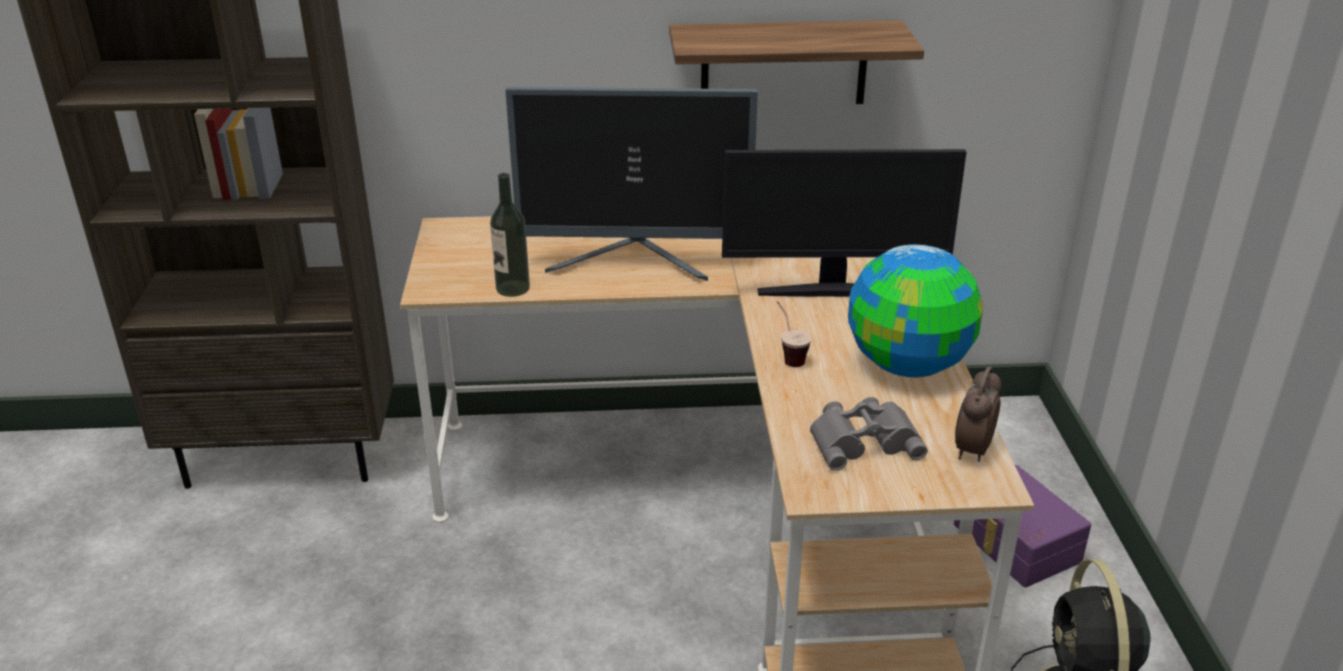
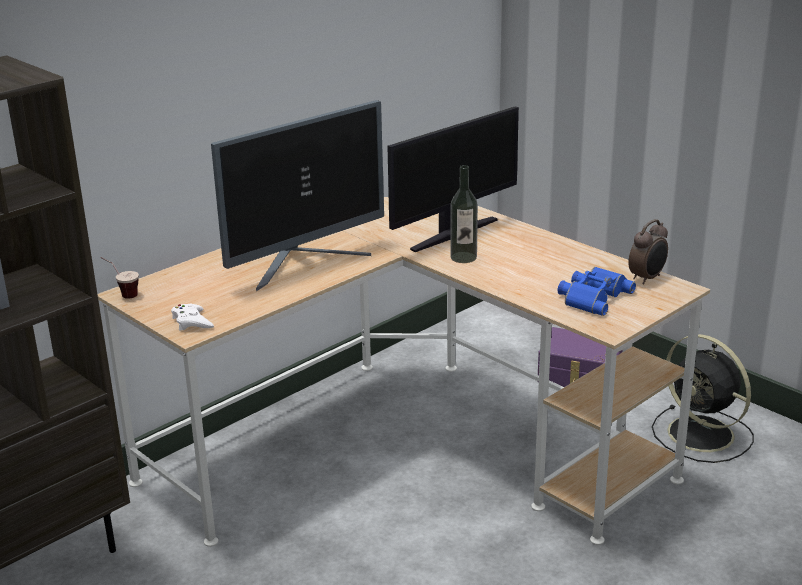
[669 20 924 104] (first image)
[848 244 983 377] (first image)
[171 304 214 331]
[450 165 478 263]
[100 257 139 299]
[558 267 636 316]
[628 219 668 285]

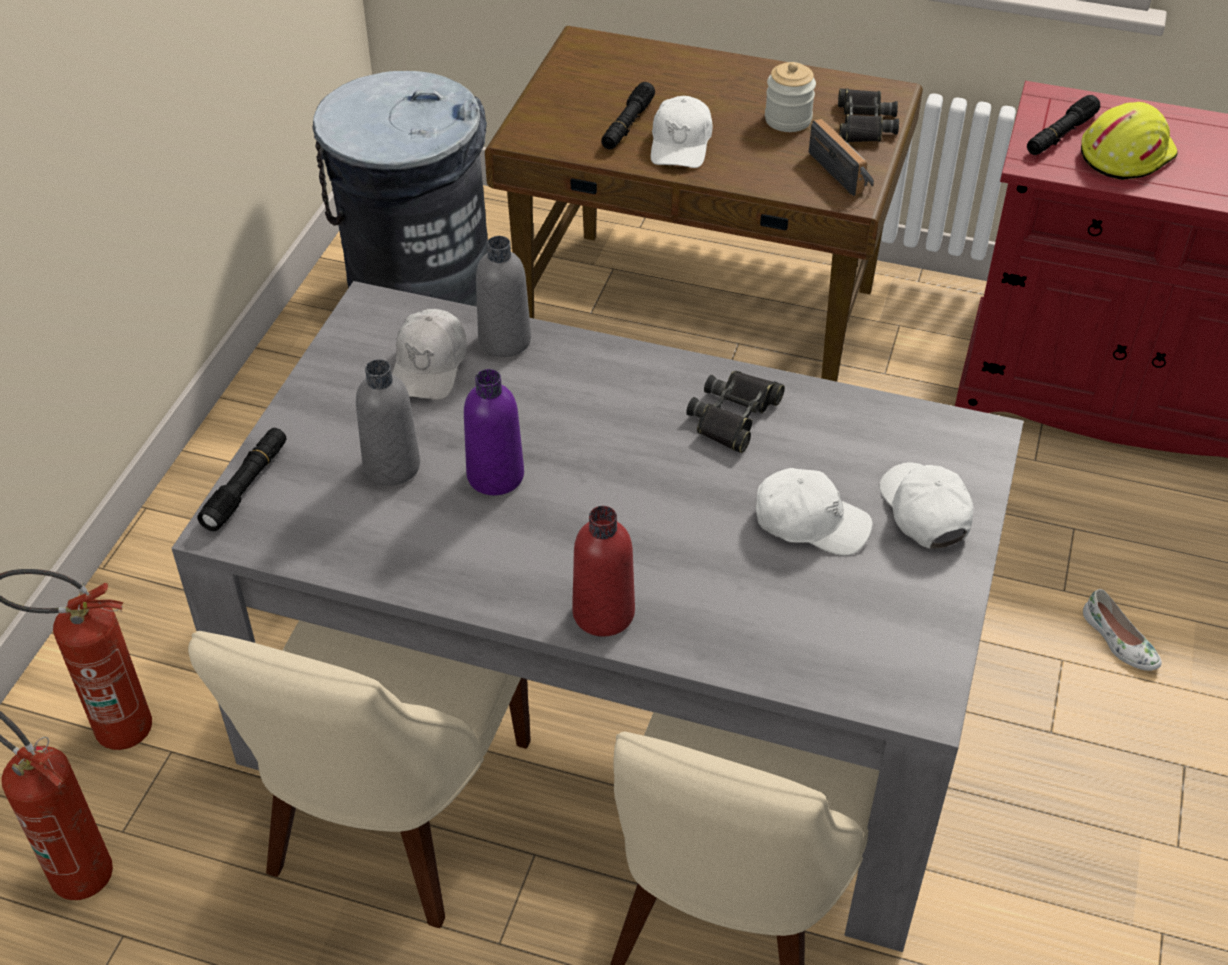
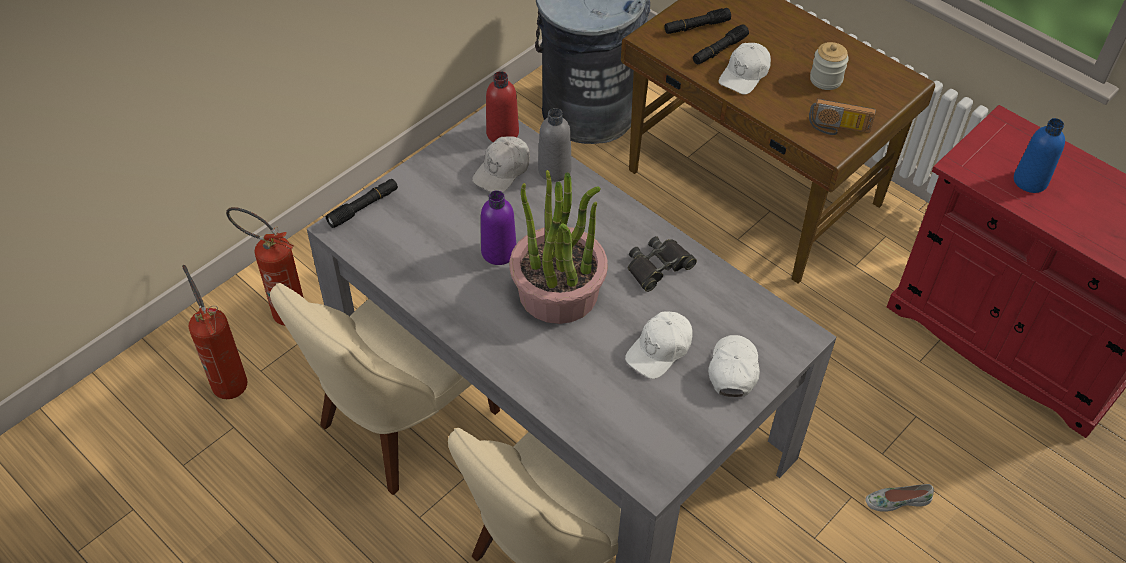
[356 359 420 485] (first image)
[838 88 899 143] (first image)
[509 170 608 324]
[486 71 519 142]
[664 8 731 34]
[1014 118 1065 193]
[625 311 693 379]
[809 99 876 135]
[865 484 934 512]

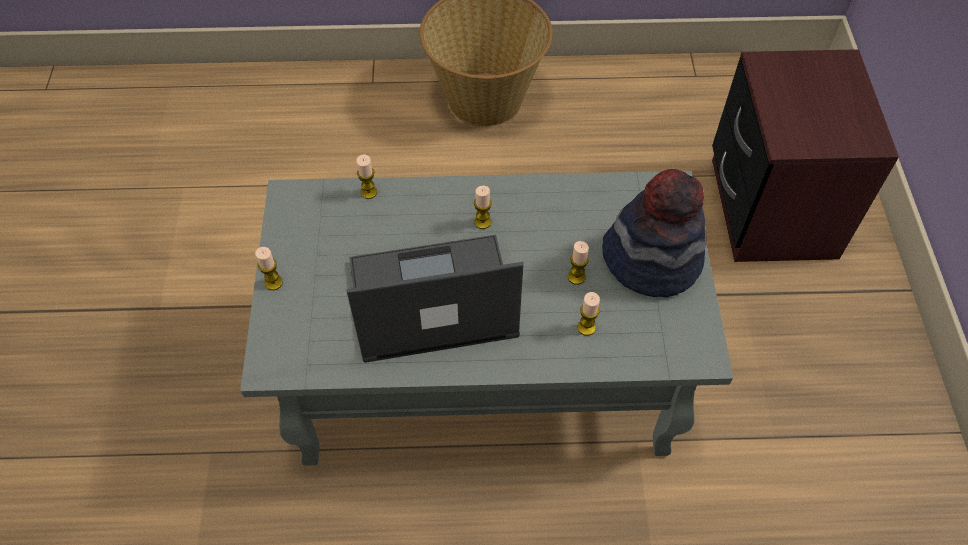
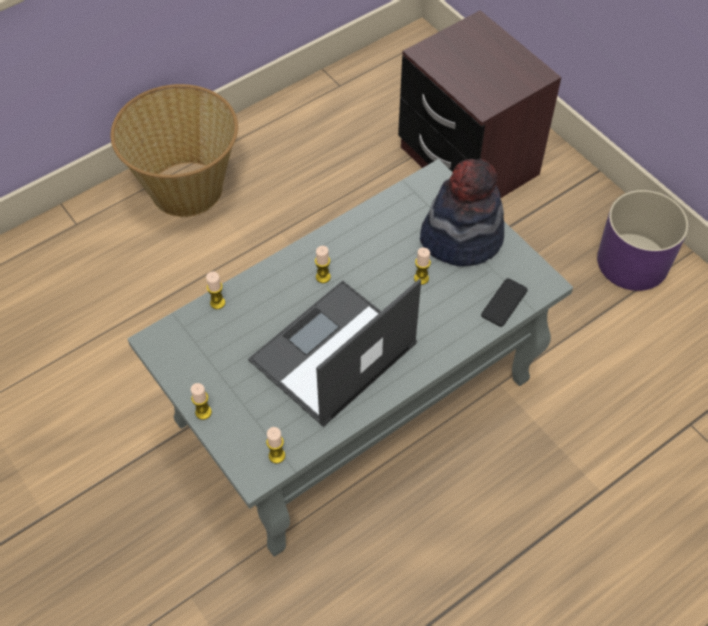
[481 278 528 327]
[597 190 688 291]
[266 427 285 464]

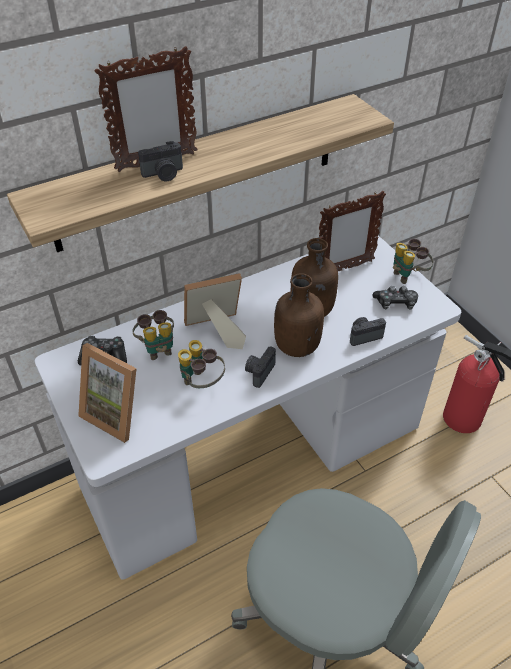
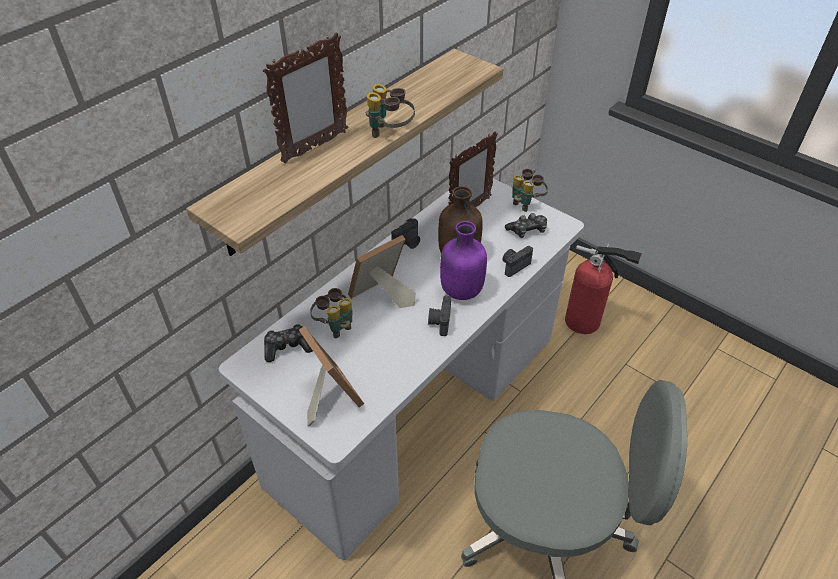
[391 218 420 249]
[366 84 415 138]
[440 221 487 300]
[299 326 364 426]

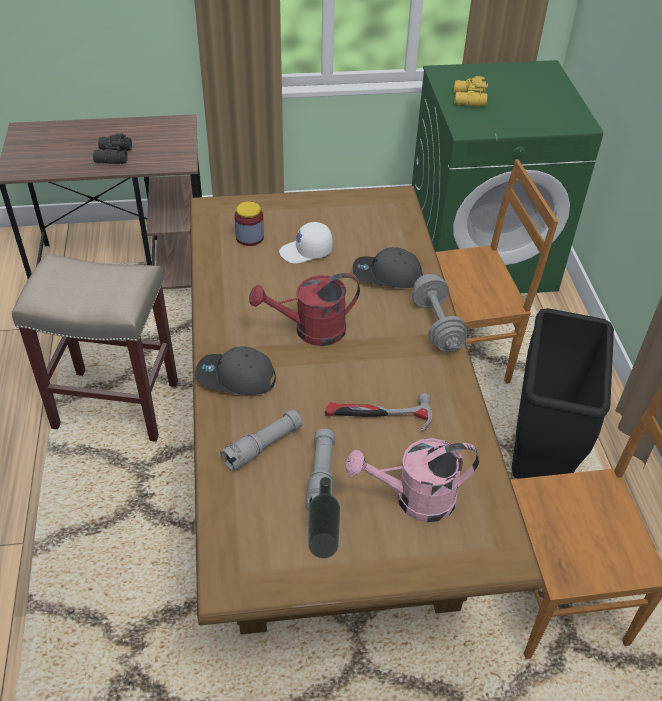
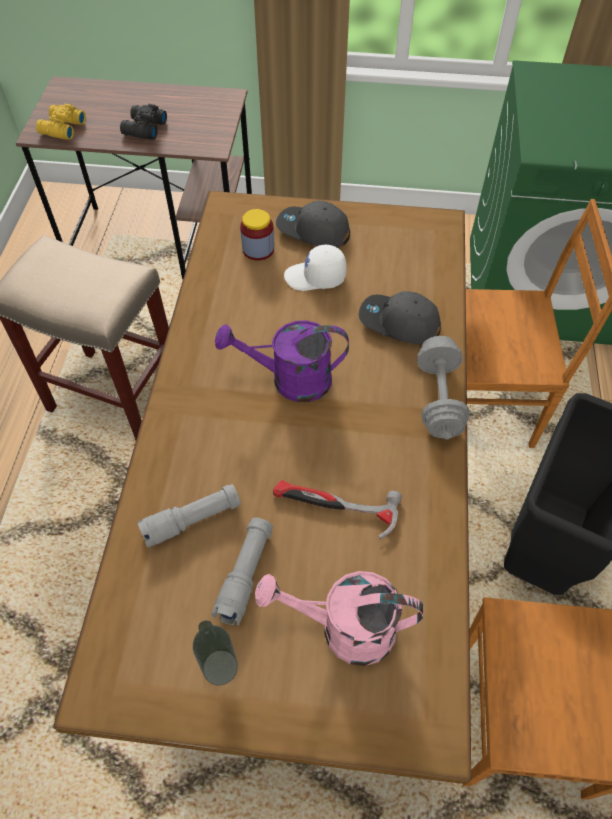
[276 201 350 248]
[36 104 86 140]
[215 320 349 402]

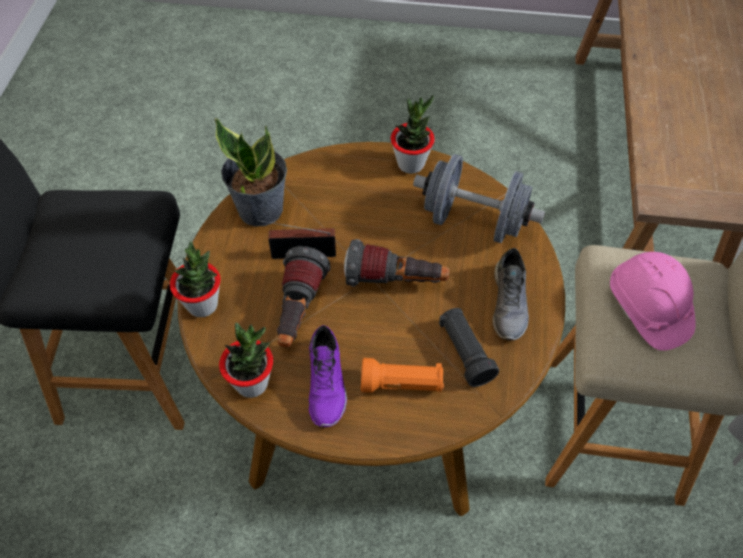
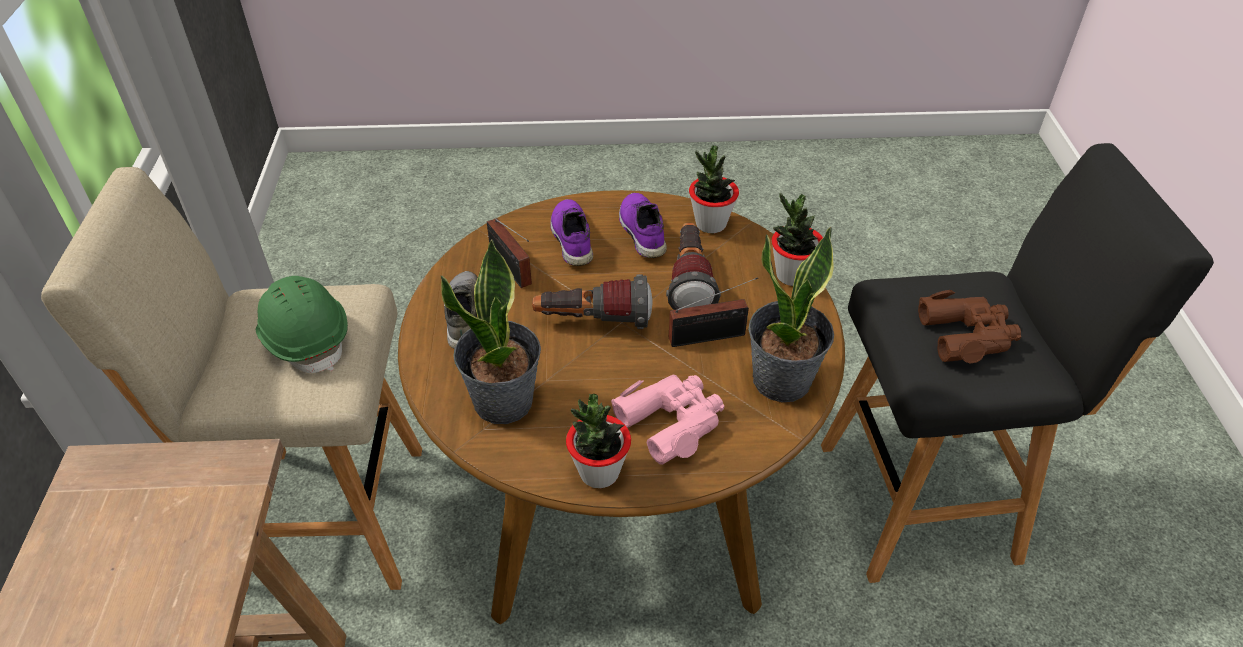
[611 375 724 465]
[918 290 1021 363]
[550 199 593 266]
[441 239 541 424]
[487 218 532 288]
[256 276 348 373]

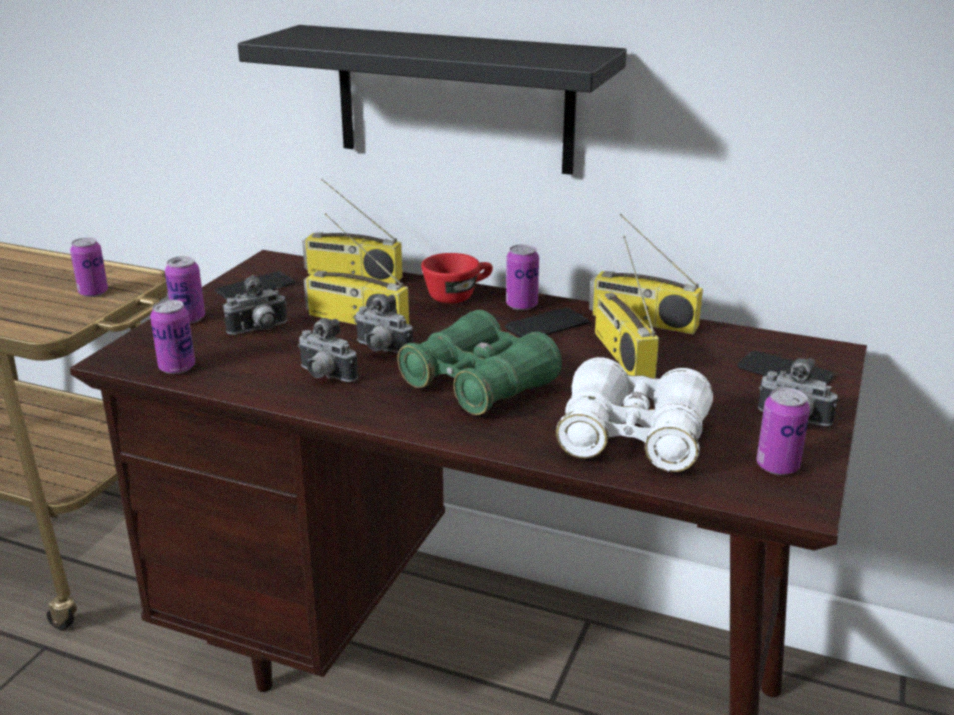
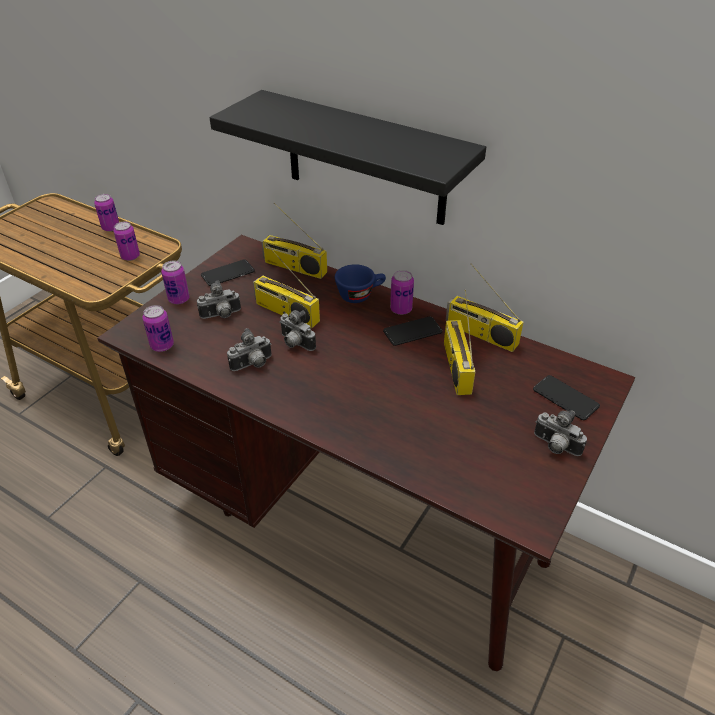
[397 310 562 415] (first image)
[556 357 713 472] (first image)
[94 194 119 232]
[335 264 386 303]
[227 328 272 371]

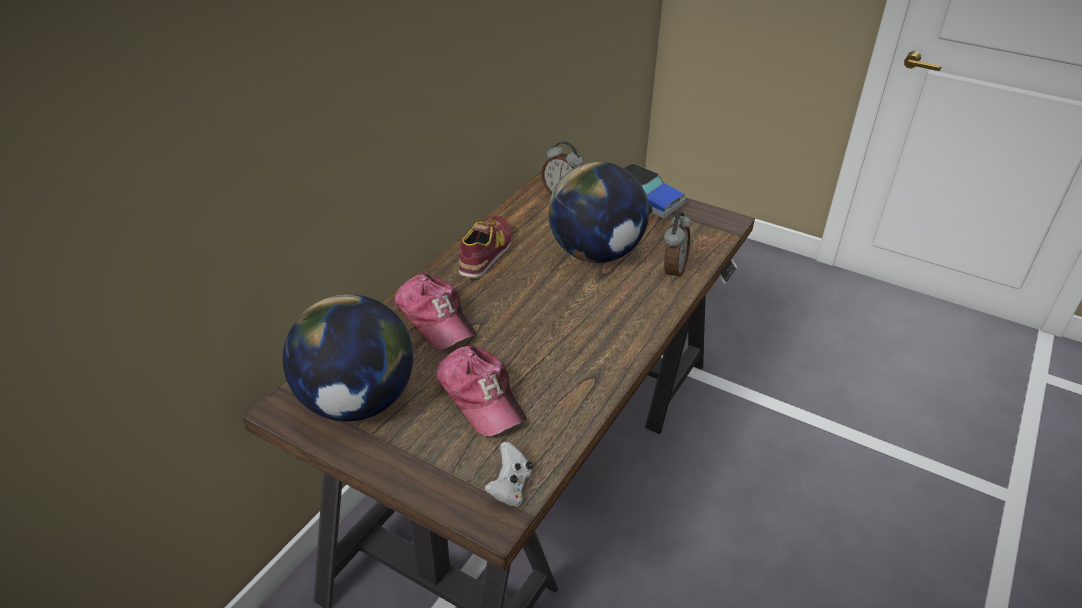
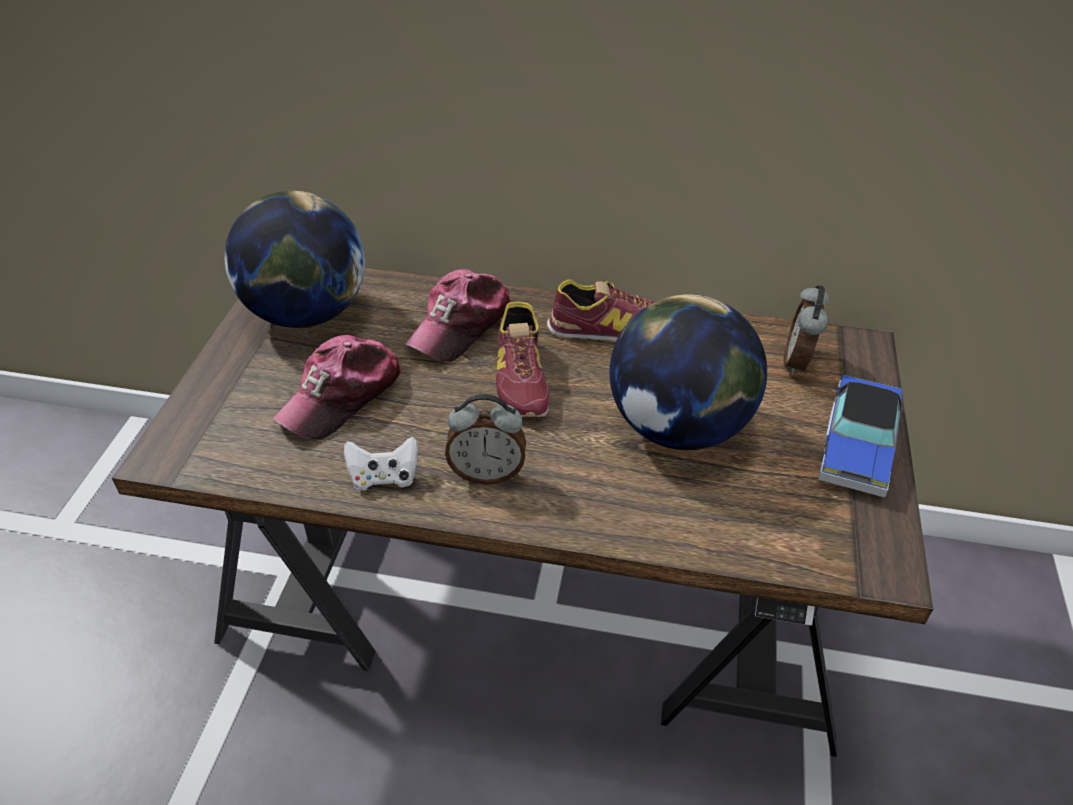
[496 302 549 417]
[344 437 418 490]
[445 394 526 485]

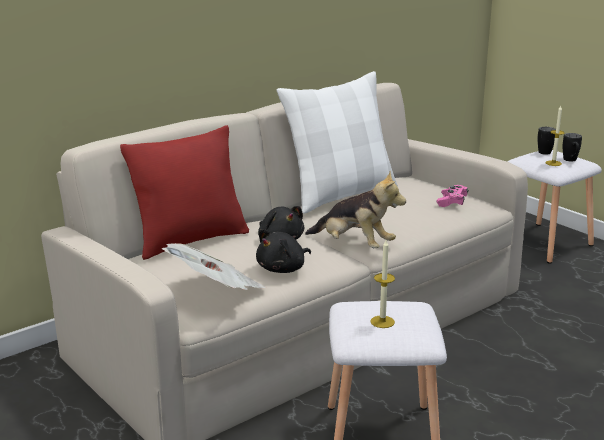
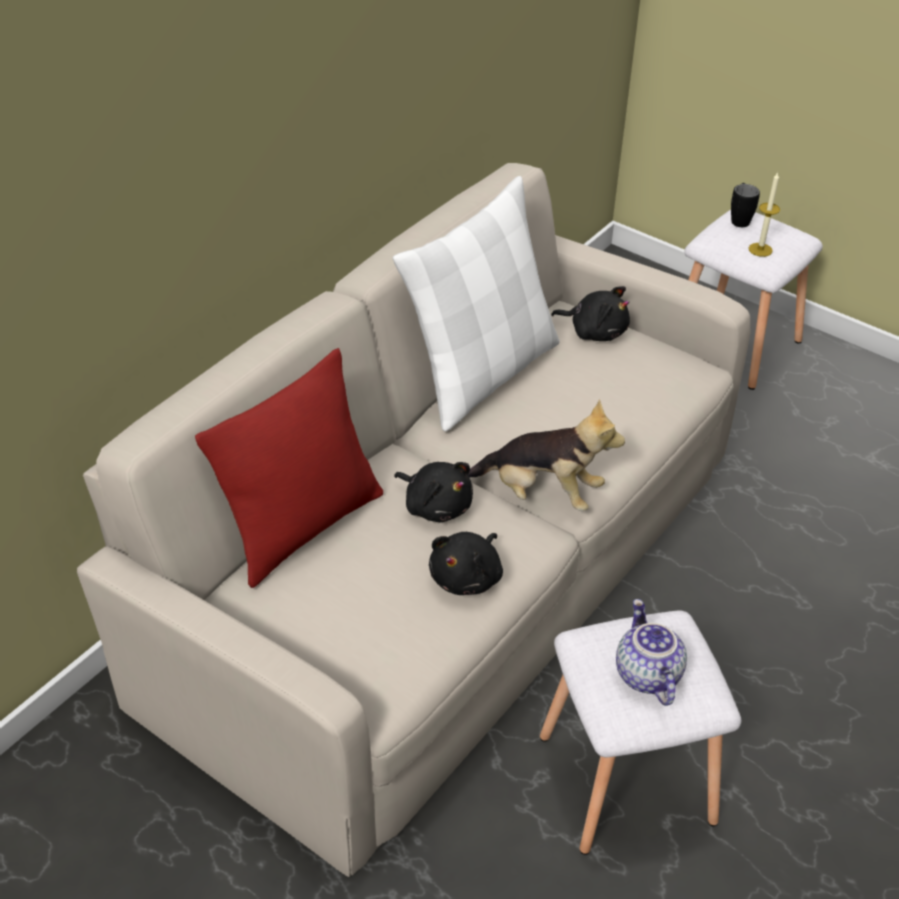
[161 243 266 290] (first image)
[437 185 468 207] (first image)
[563 133 582 162] (first image)
[551 286 630 341]
[616 599 687 706]

